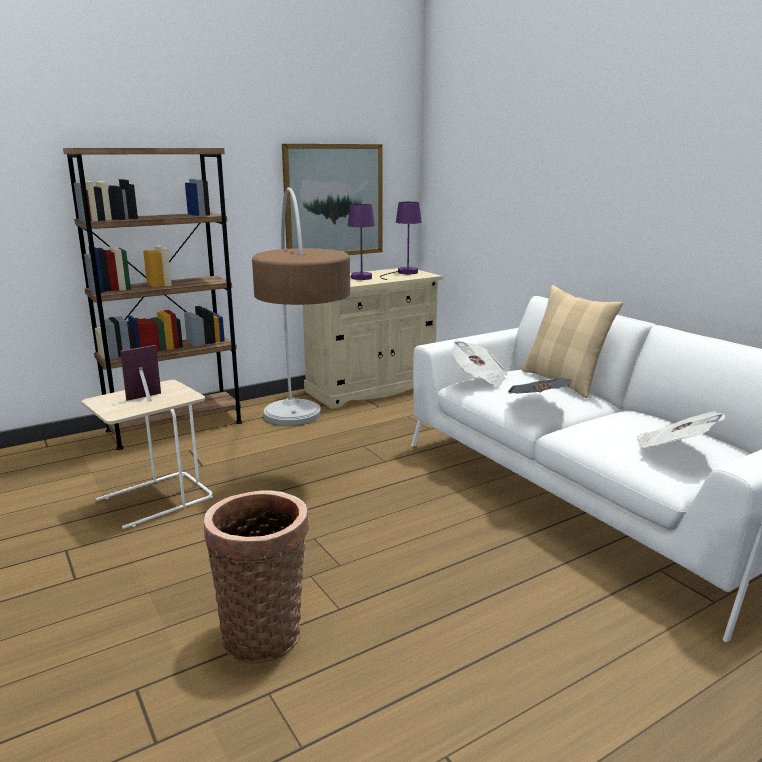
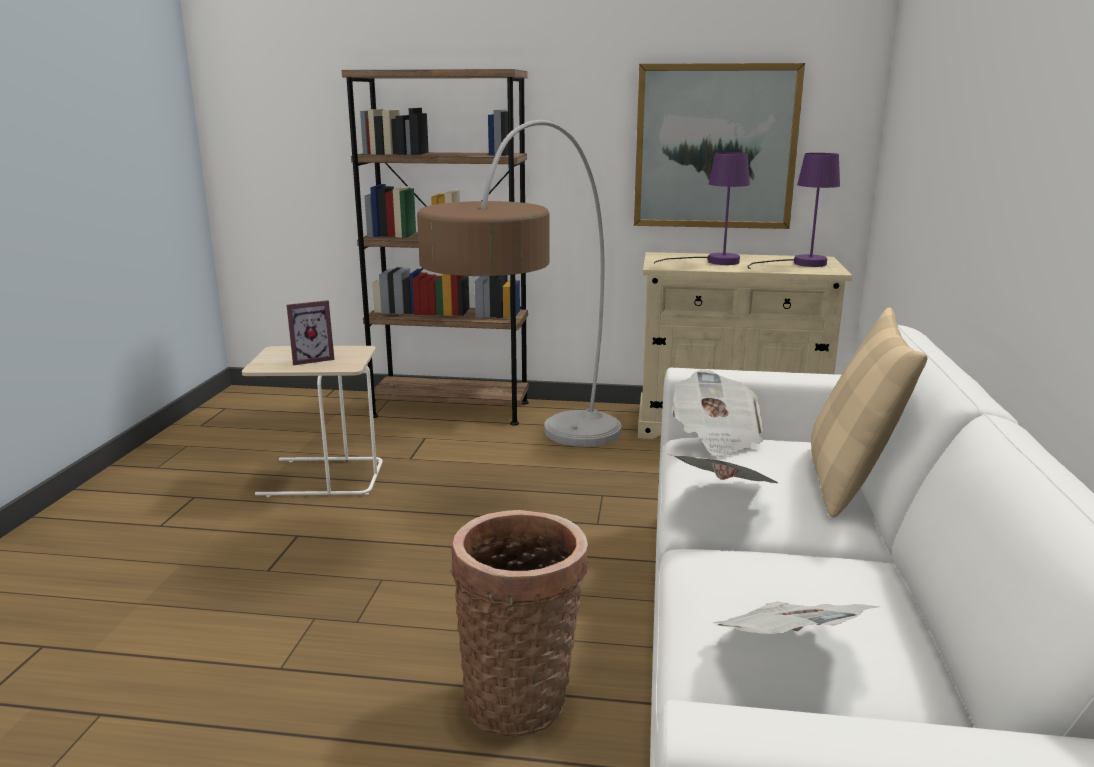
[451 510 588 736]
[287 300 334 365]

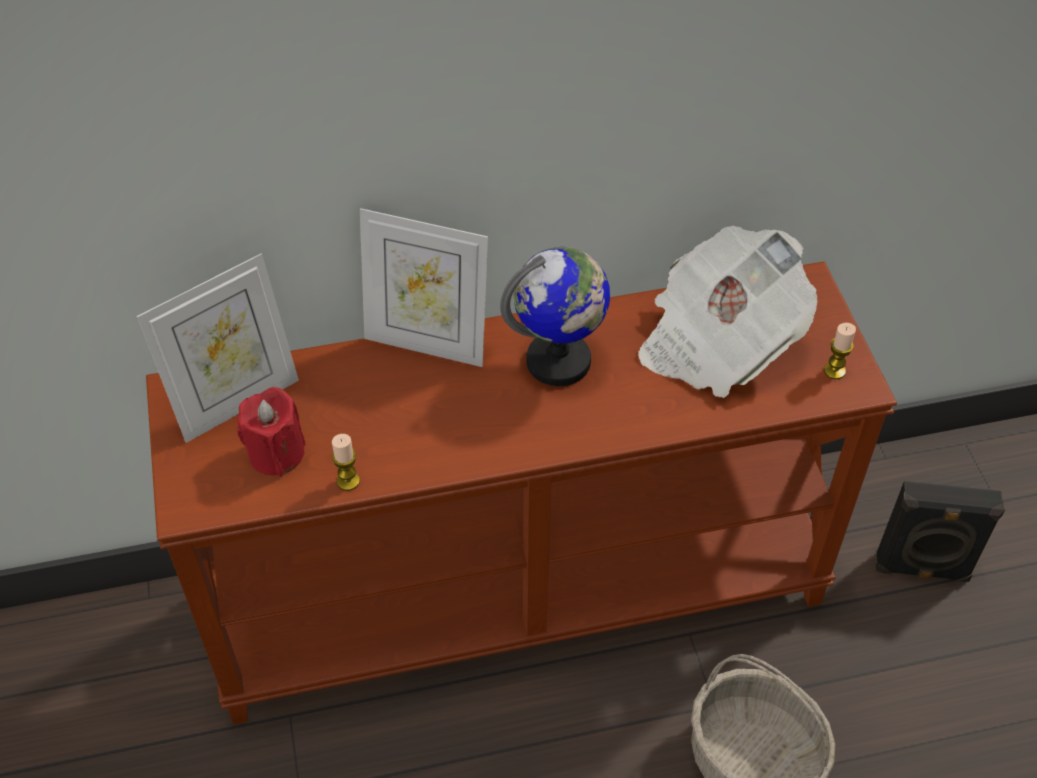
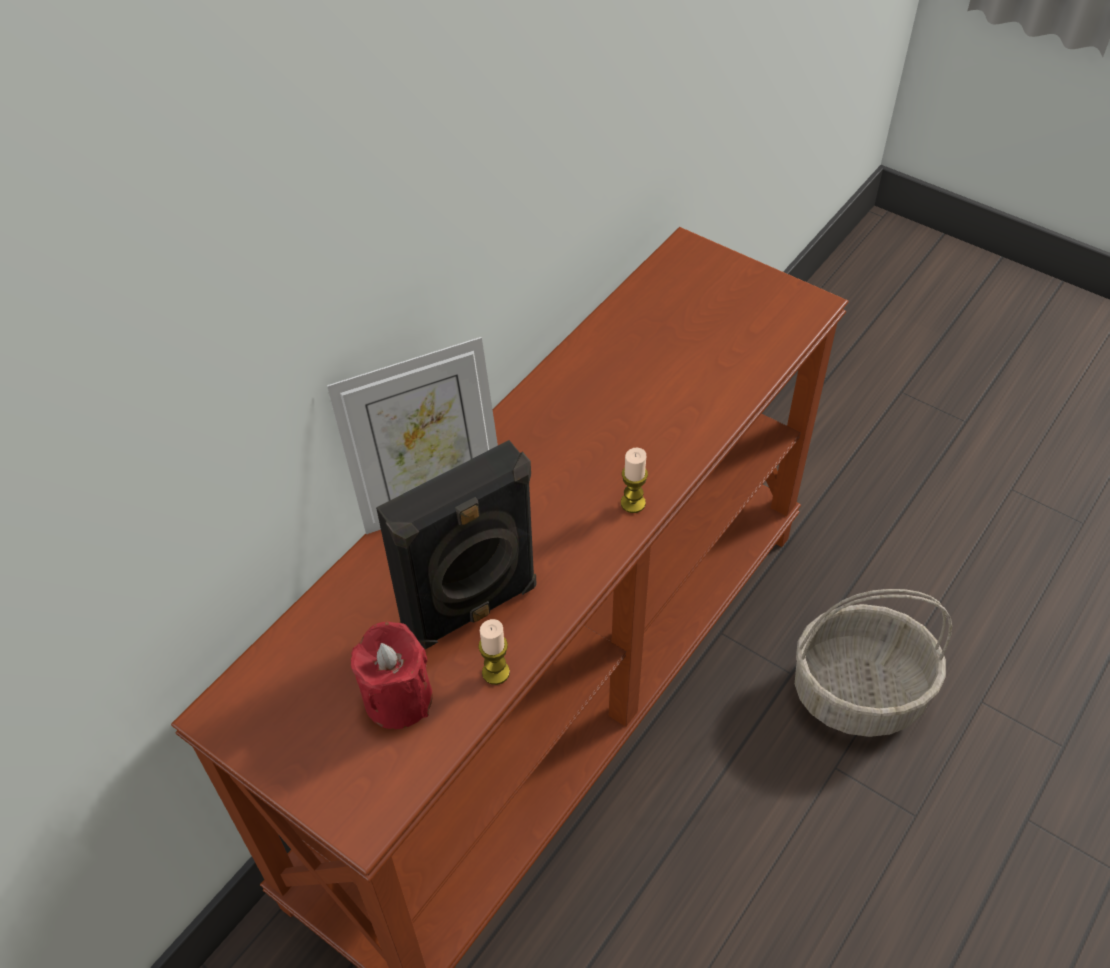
[137 254 299 443] (first image)
[500 247 610 386] (first image)
[638 225 817 398] (first image)
[621 448 648 513]
[376 440 537 649]

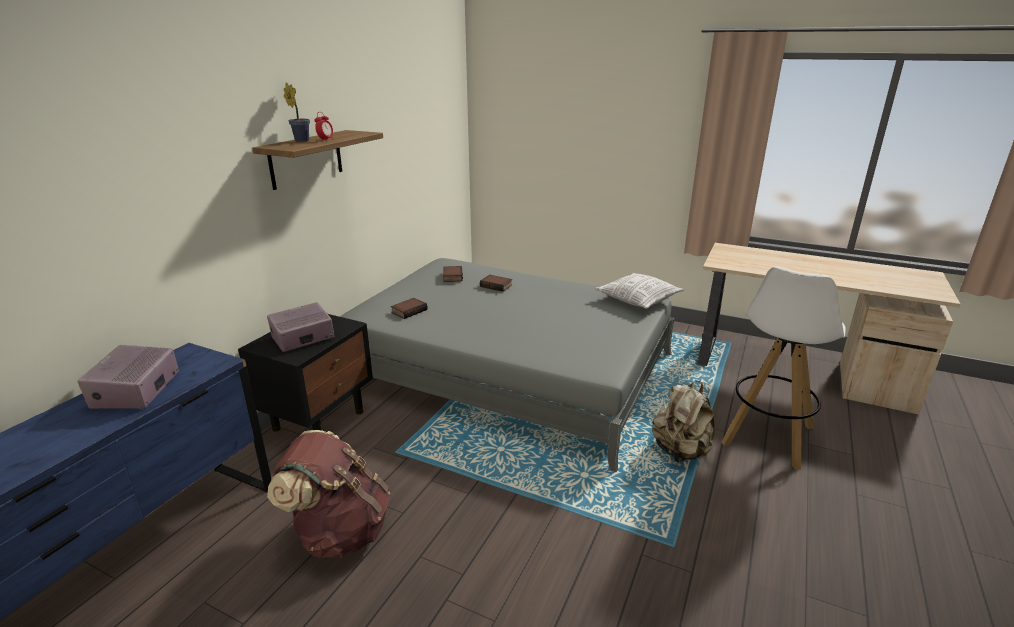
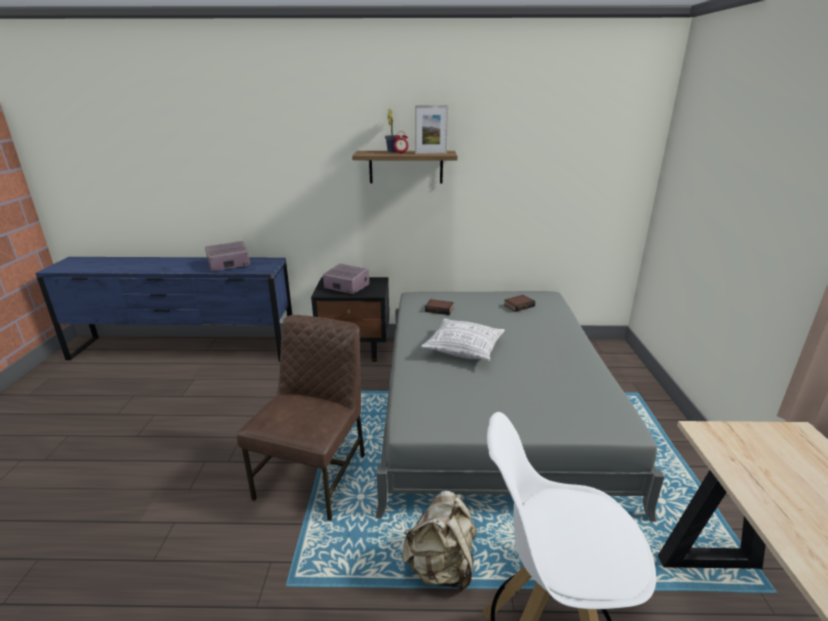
[267 430 390 558] (first image)
[480 275 512 292] (first image)
[237 315 365 521]
[415 105 448 154]
[421 318 505 361]

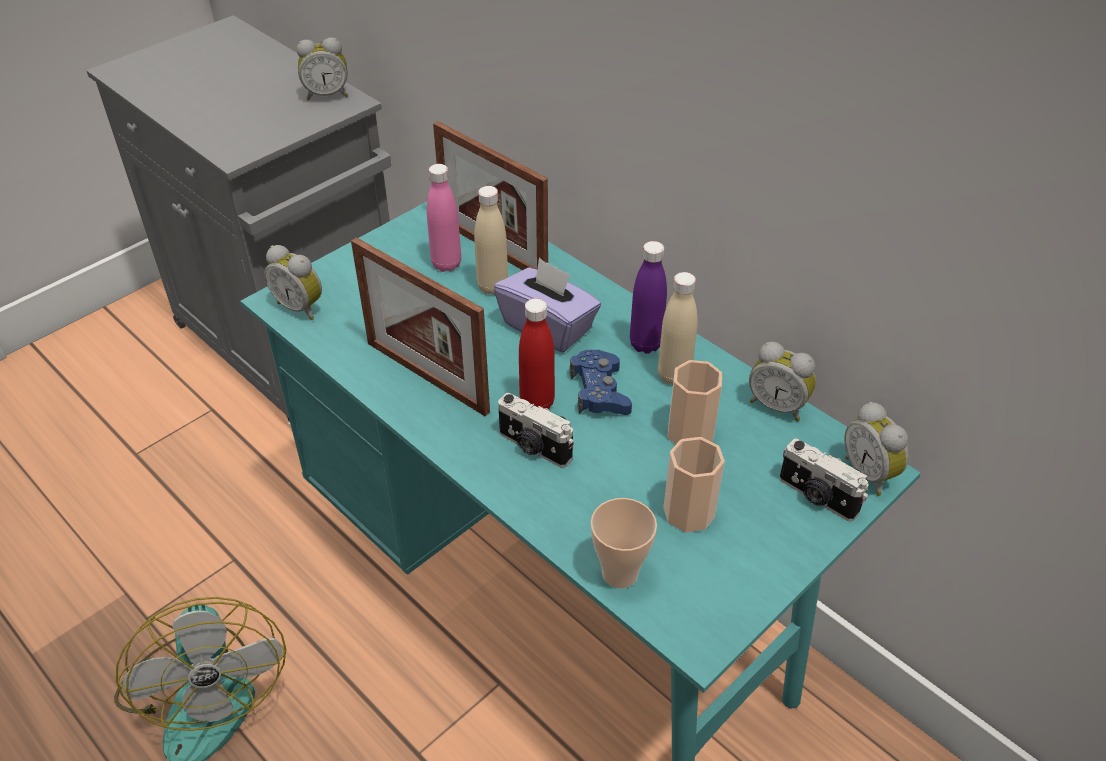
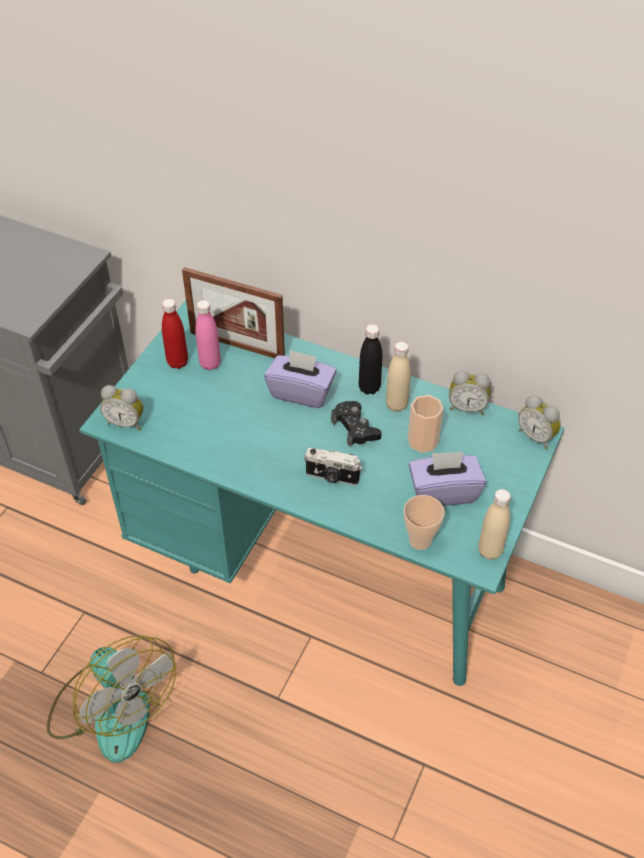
[297 38 348 101] (first image)
[351 237 490 416] (first image)
[779 438 869 521] (first image)
[478 489 511 560]
[162 299 188 369]
[409 452 486 506]
[331 401 382 447]
[359 324 382 394]

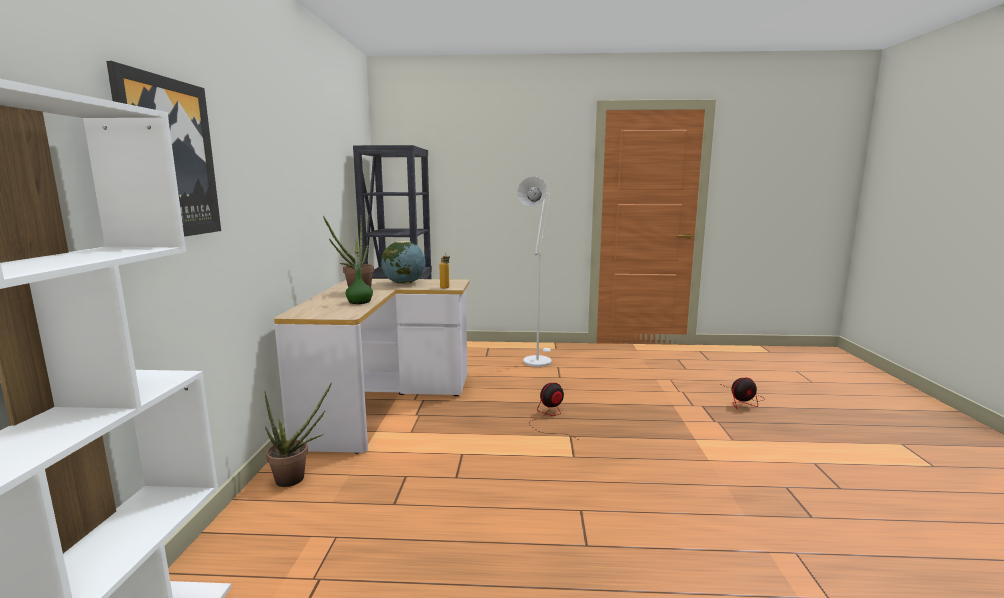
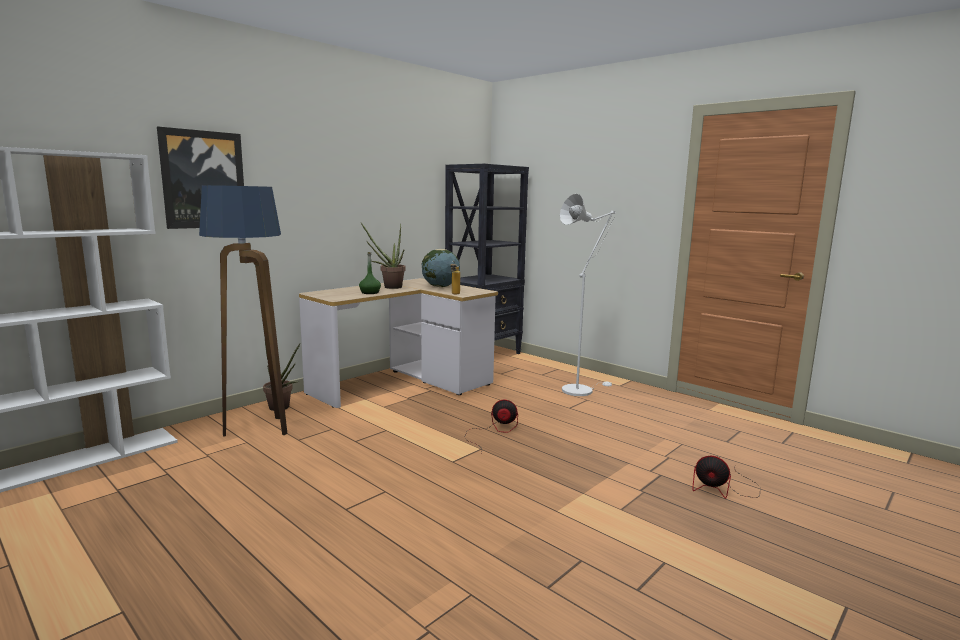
[199 185 287 437]

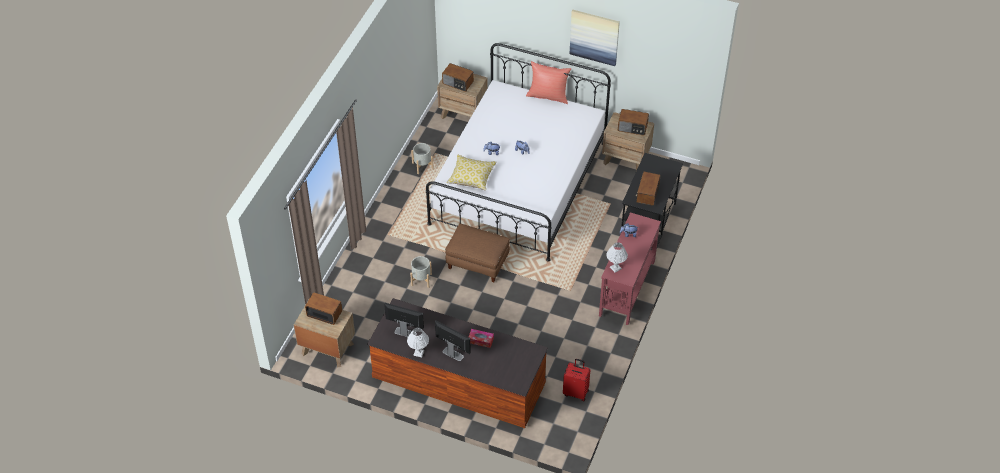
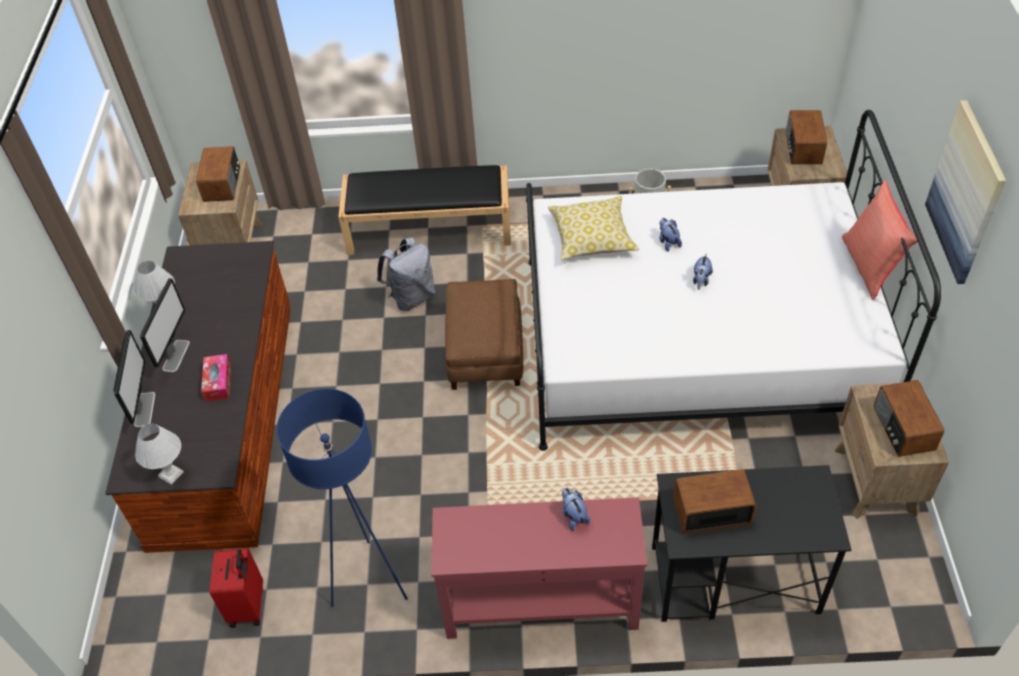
[276 389 408 607]
[338 165 511 255]
[113 330 155 427]
[135 424 184 485]
[377 238 436 311]

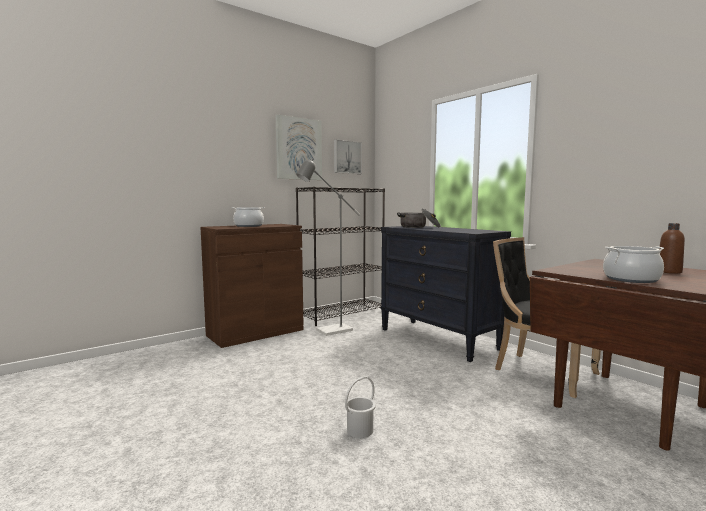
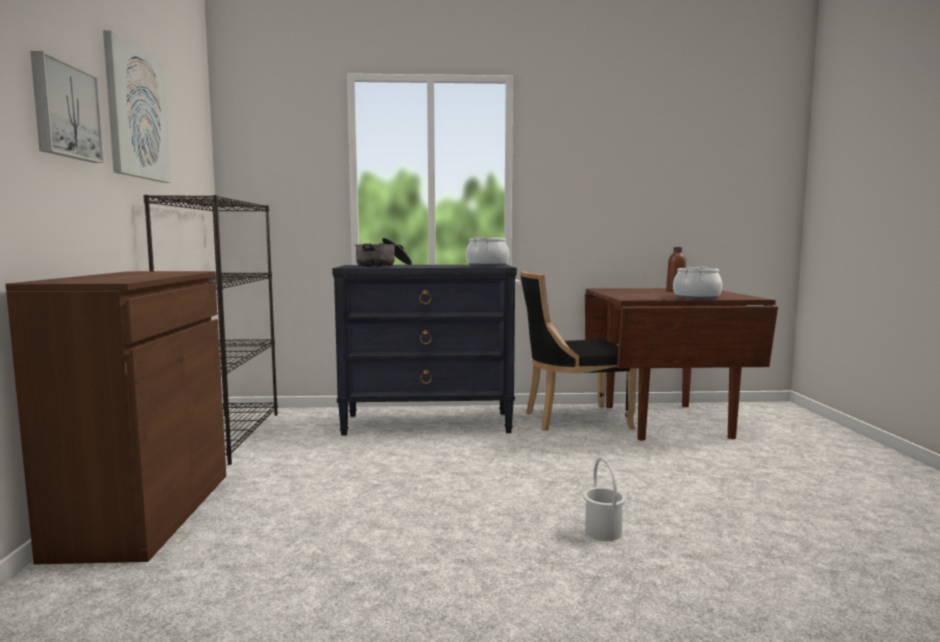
[296 159 360 336] (first image)
[466 237 509 267]
[31 51 104 163]

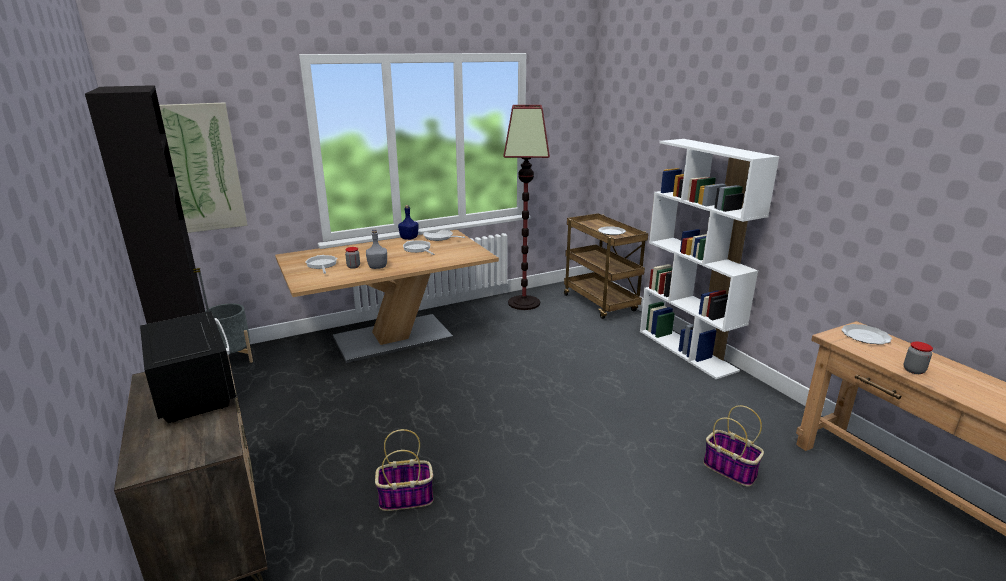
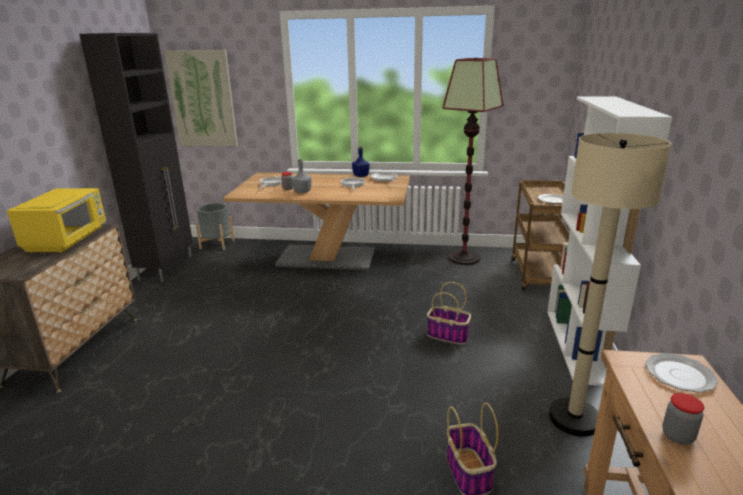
[549 133 671 437]
[427 282 471 345]
[7 188 106 253]

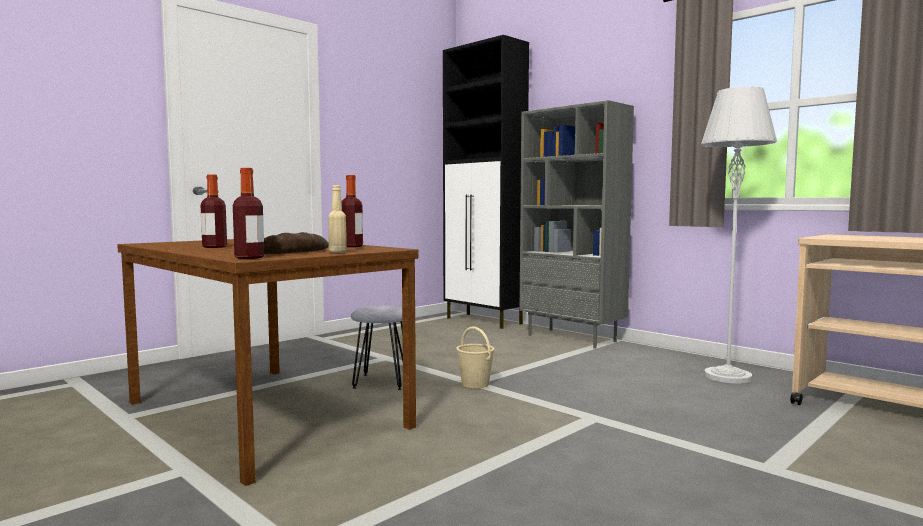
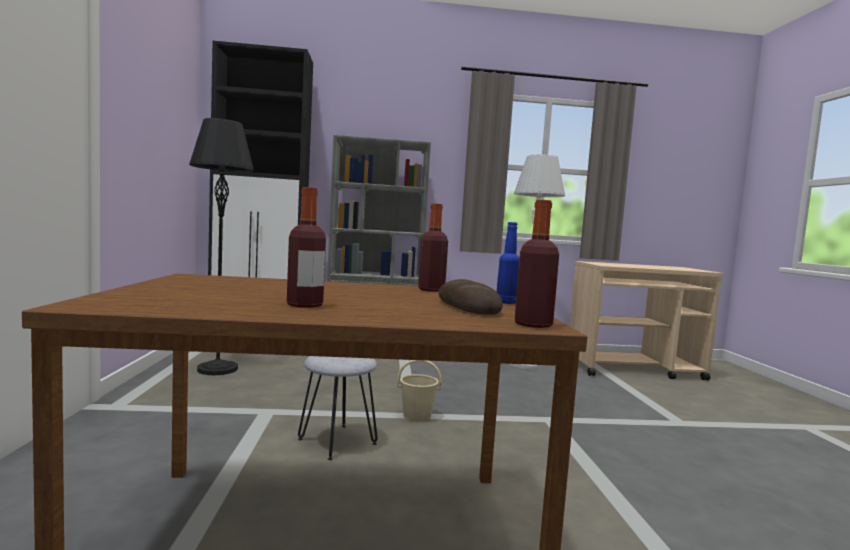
[189 118 254 375]
[497 222 519 304]

